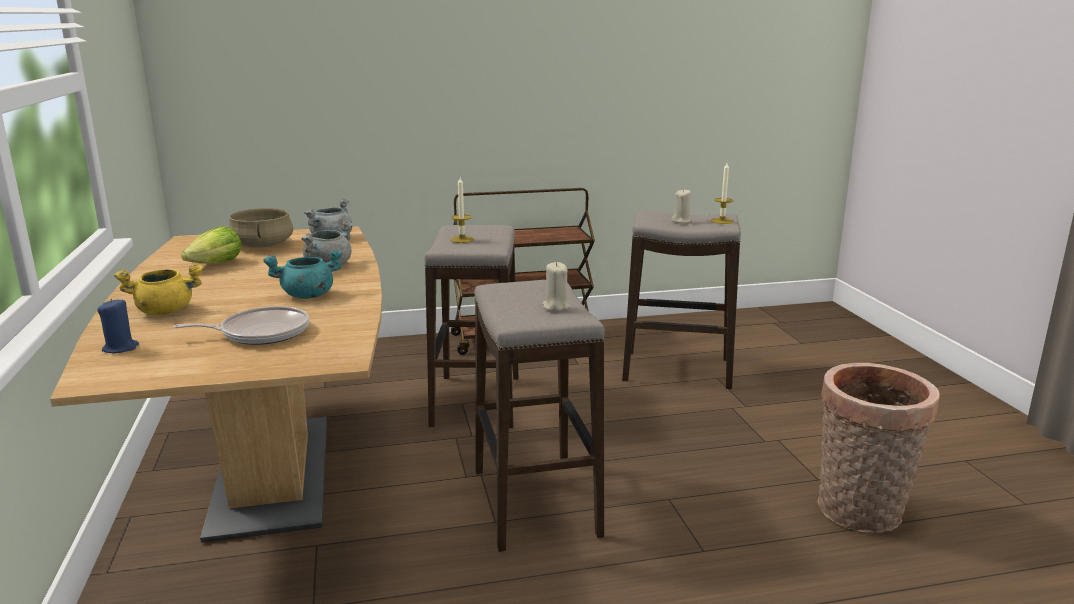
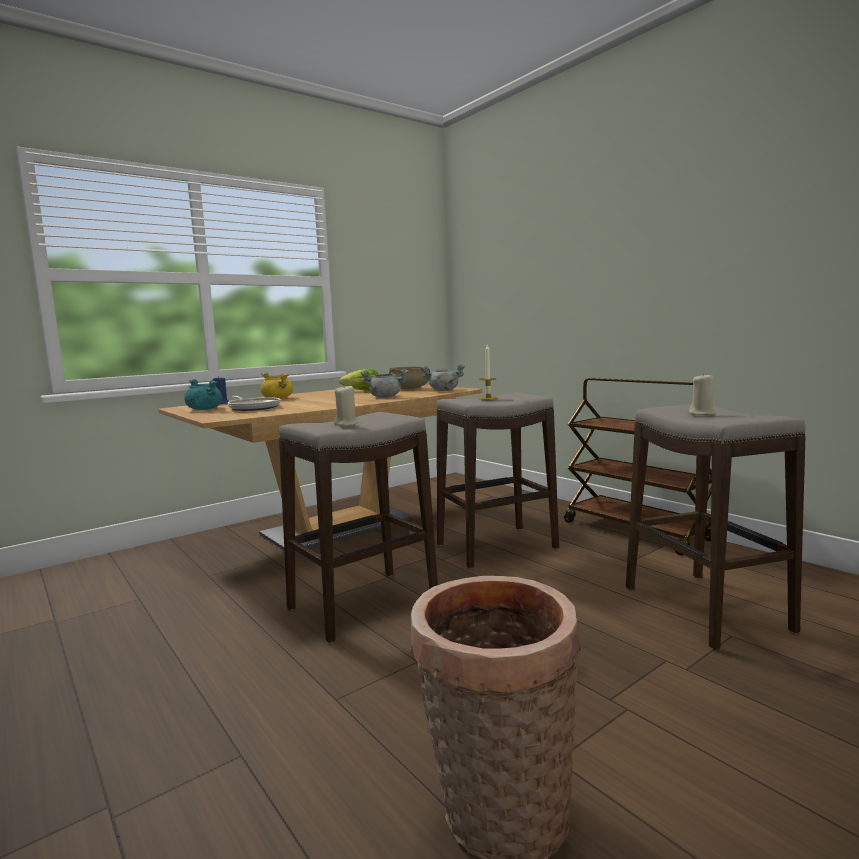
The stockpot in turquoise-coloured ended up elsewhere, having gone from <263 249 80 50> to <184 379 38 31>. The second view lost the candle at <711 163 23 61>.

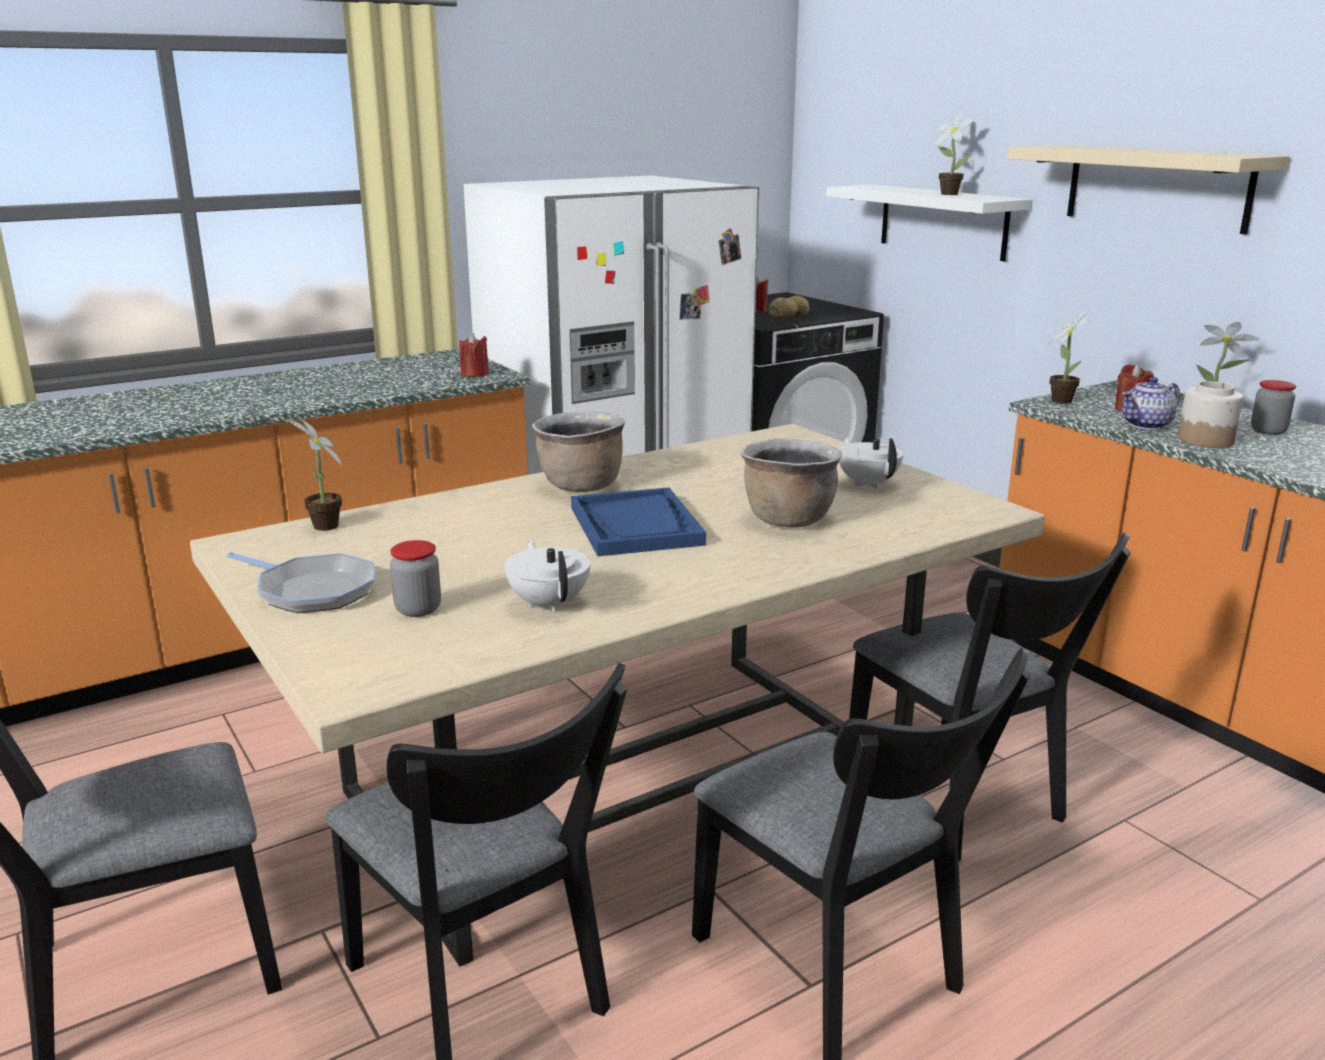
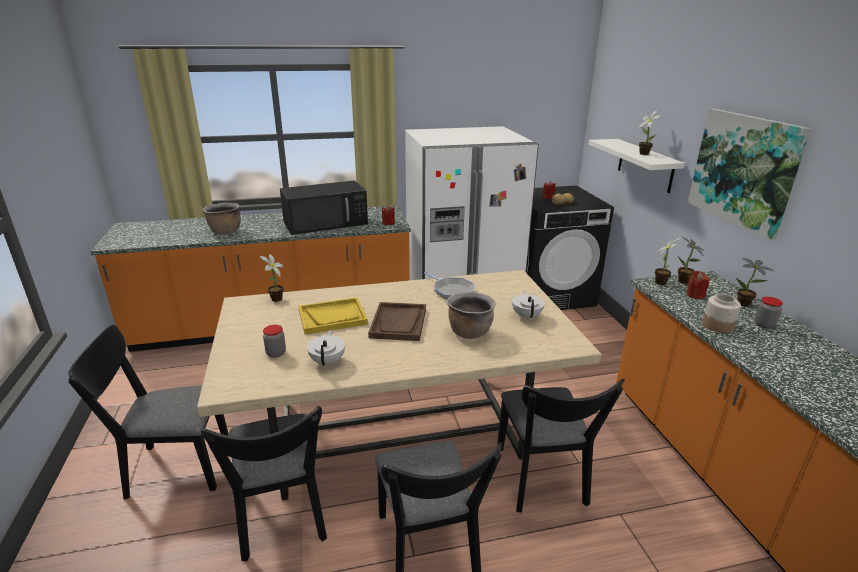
The stockpot in brown-coloured ended up elsewhere, having gone from <532 411 93 81> to <203 203 38 31>. The second view gained the microwave oven in black at <280 180 88 55>. The second view gained the serving tray in yellow-coloured at <298 297 70 38>. What was the serving tray in blue-coloured at <571 488 135 68> turned into the serving tray in brown-coloured at <368 302 58 39>. The pan ended up elsewhere, having gone from <226 552 149 61> to <424 272 50 27>. The second view gained the potted plant at <678 237 26 47>. Where the shelf in sand-coloured hung at <1007 145 283 89>, the picture came to hang at <688 109 123 131>. The second view lost the pot for tea at <1122 377 58 53>.

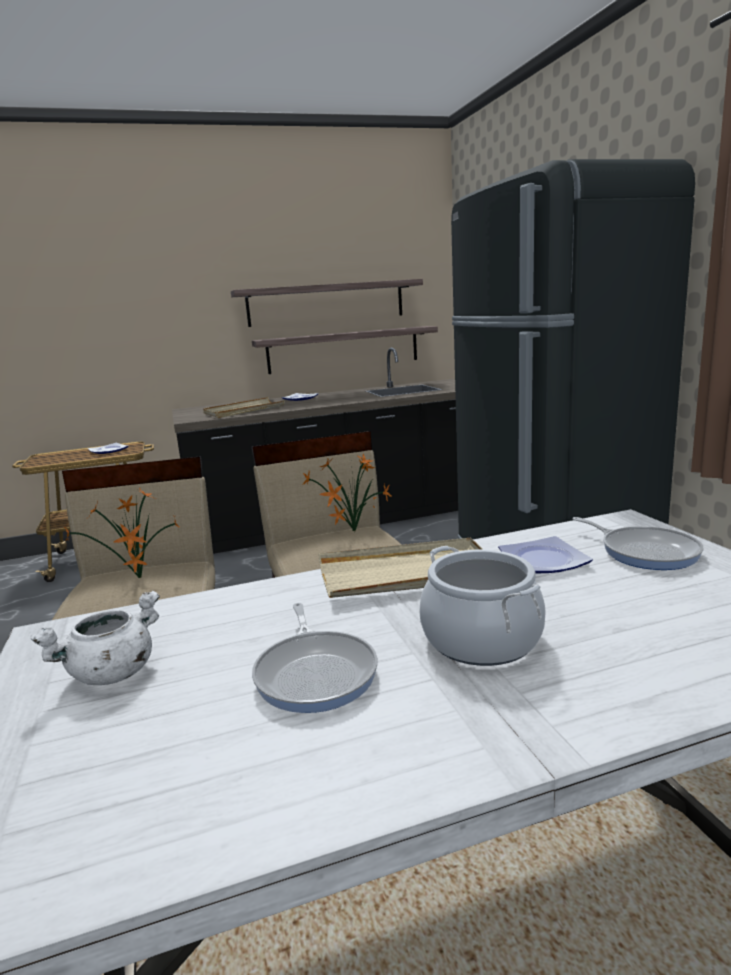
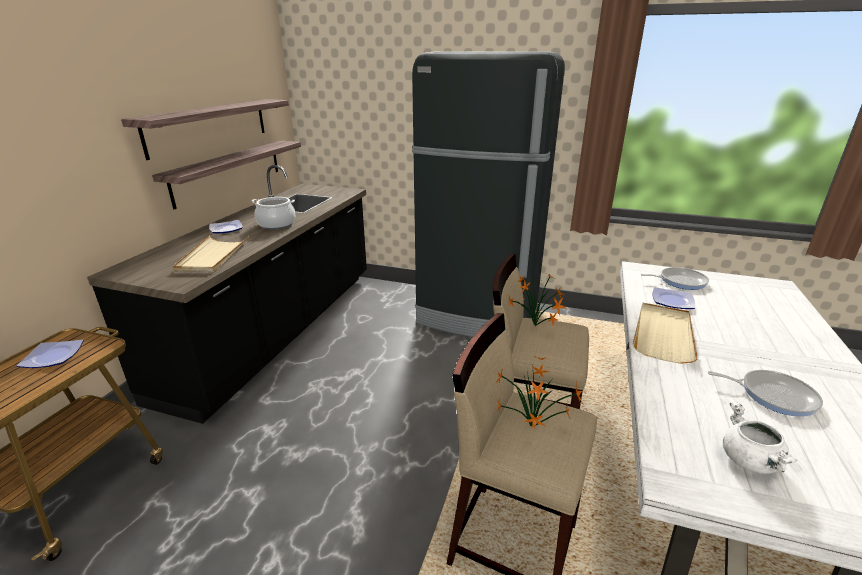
The stockpot ended up elsewhere, having gone from <420 546 126 120> to <252 197 43 32>.

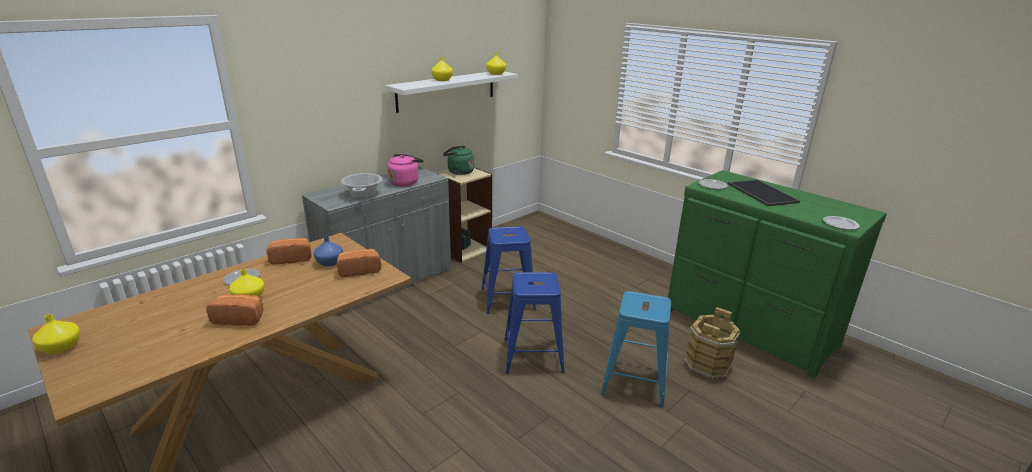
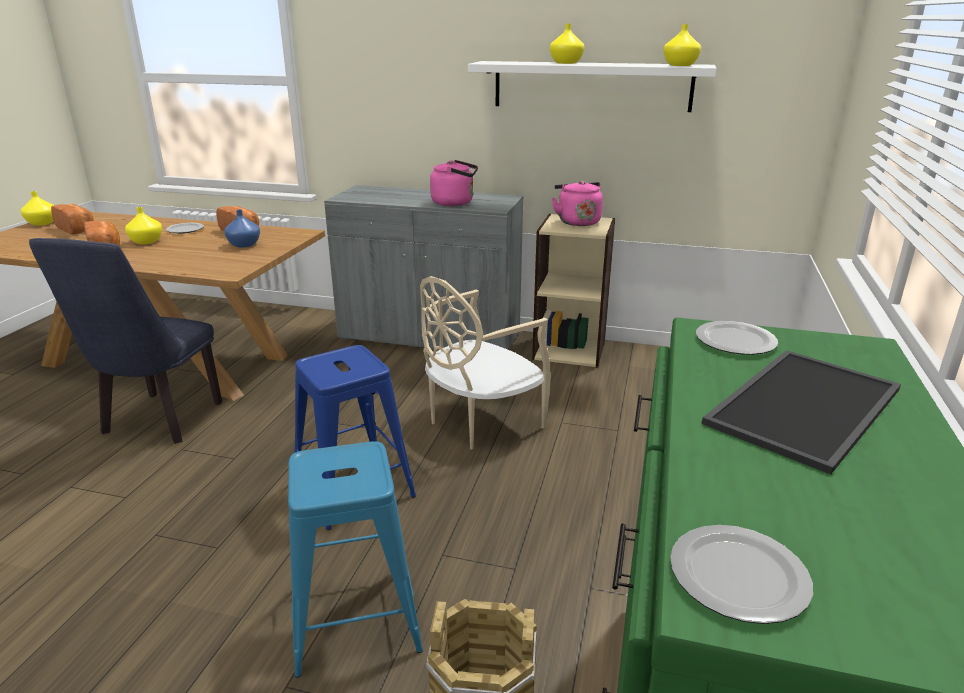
The second view gained the plain chair in blue-coloured at <29 238 193 206>. The bread ended up elsewhere, having gone from <337 249 44 28> to <51 204 43 30>. Where the stool seat in blue-coloured stood at <482 226 54 88>, the plain chair in sand-coloured came to stand at <420 276 131 174>. What was the tea kettle in greenish at <443 146 31 29> turned into the tea kettle in pink at <552 181 51 45>. The second view lost the stockpot at <341 173 41 25>.

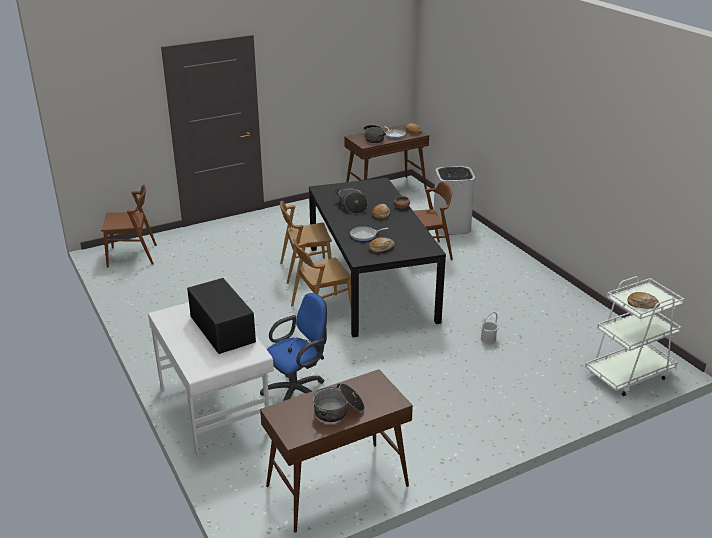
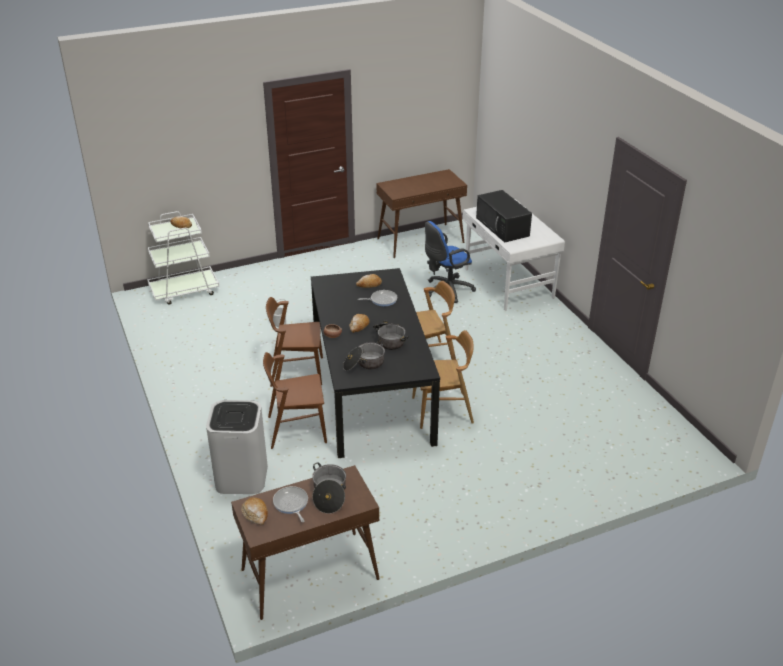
The plain chair in brown-coloured ended up elsewhere, having gone from <101 185 56 83> to <266 297 57 90>. The stockpot ended up elsewhere, having gone from <313 384 52 38> to <343 340 42 31>.

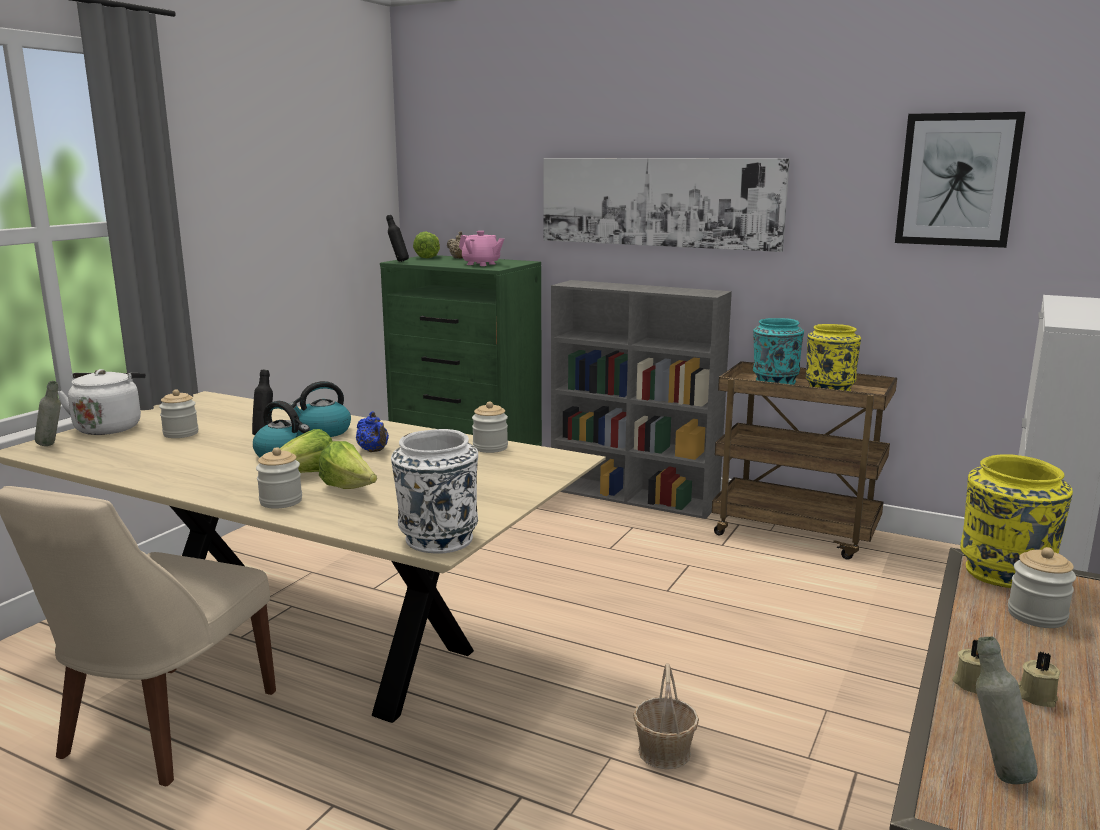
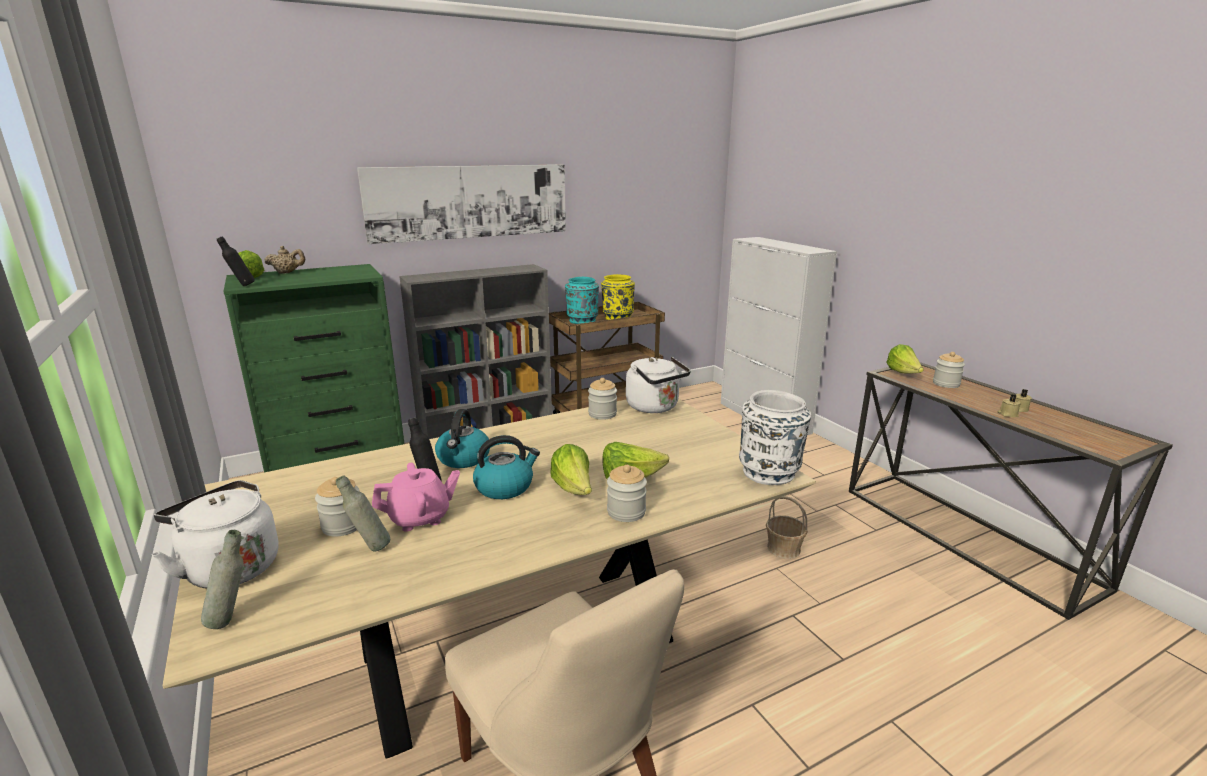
The bottle in grey ended up elsewhere, having gone from <976 636 62 148> to <336 476 54 76>. The pot for tea in pink ended up elsewhere, having gone from <459 231 45 35> to <372 463 88 69>. The second view gained the tea kettle in white-coloured at <626 357 65 56>. Where the vase in yellow-coloured stood at <960 454 113 134>, the lettuce came to stand at <886 344 38 30>. The second view lost the pot for tea in blue-coloured at <356 411 33 41>. The second view lost the picture at <895 112 130 136>.

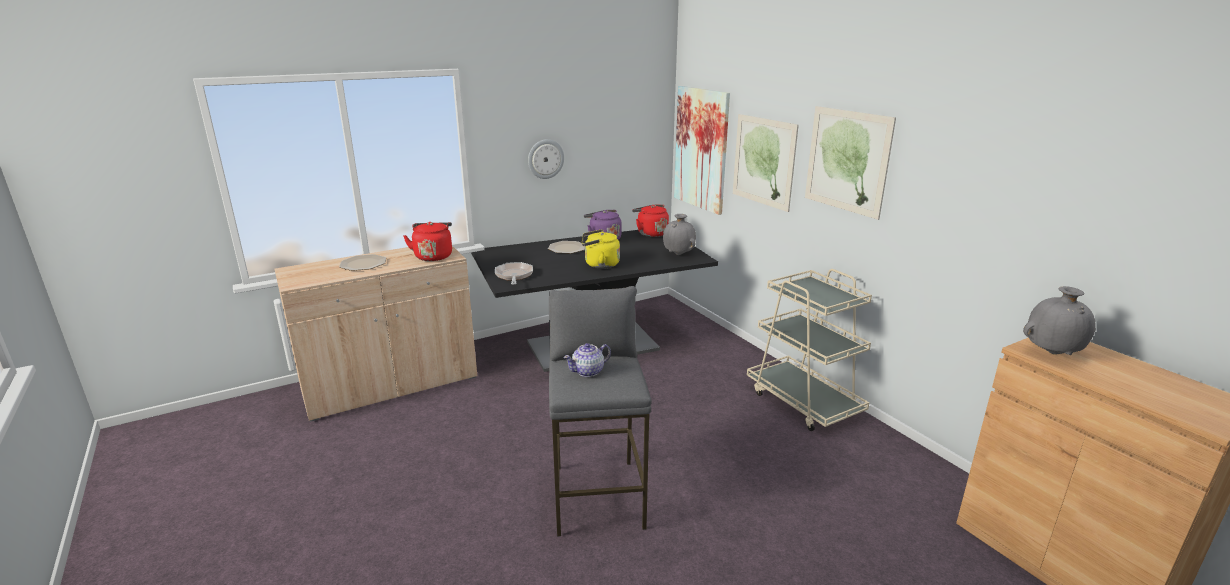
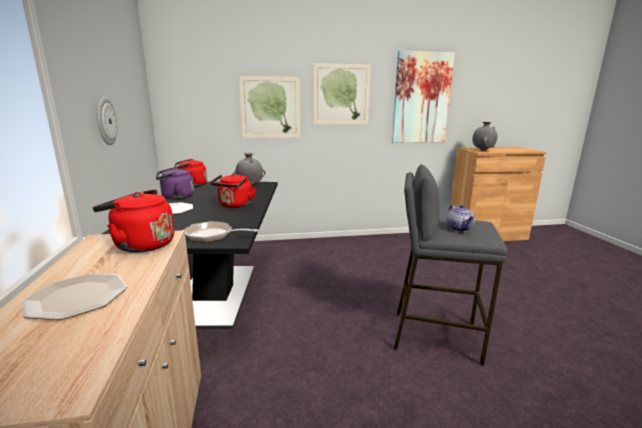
What was the tea kettle in yellow-coloured at <582 229 38 40> turned into the tea kettle in reddish at <211 173 45 35>. The picture ended up elsewhere, having gone from <674 86 56 129> to <392 51 63 92>. The second view lost the cart in sand-coloured at <747 269 125 162>.

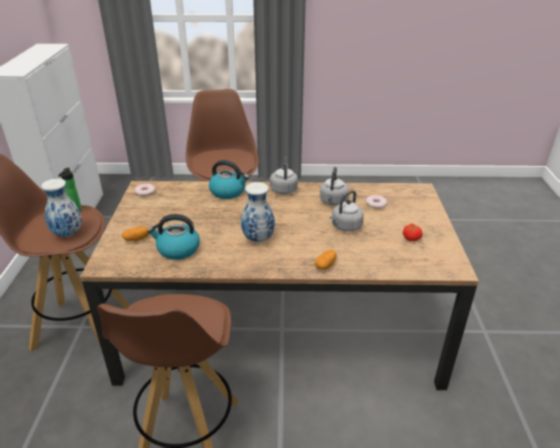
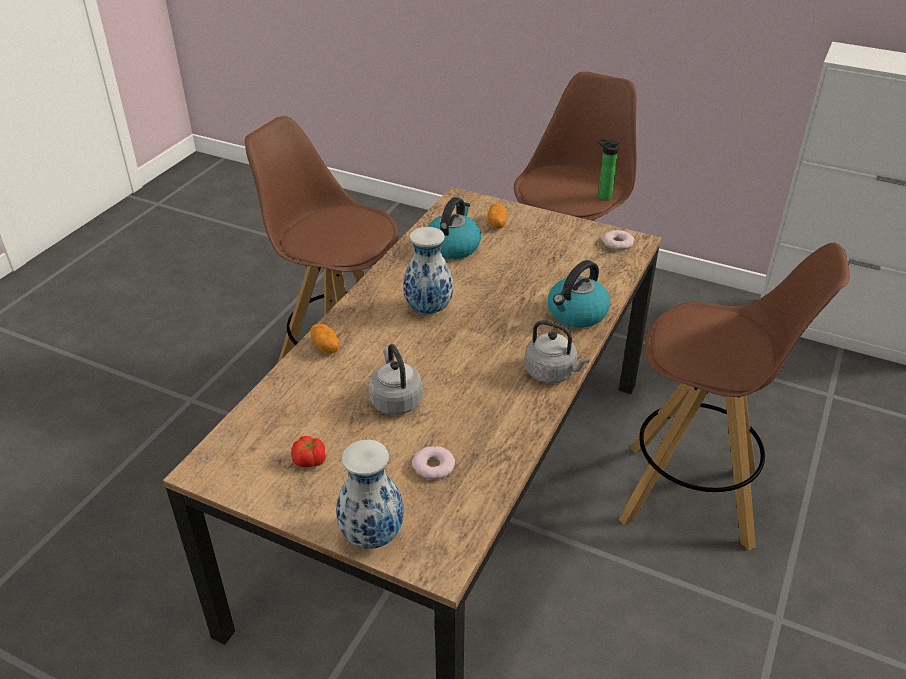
The vase ended up elsewhere, having gone from <41 179 41 58> to <336 440 68 109>. The second view lost the tea kettle in grey at <320 167 29 38>.

